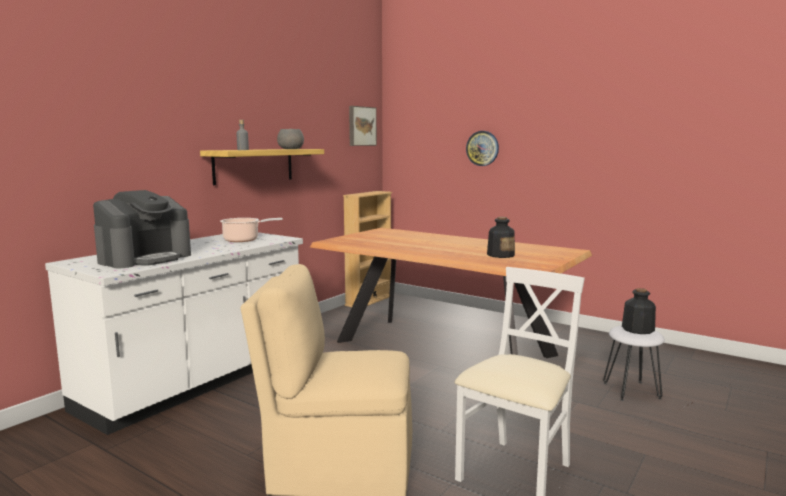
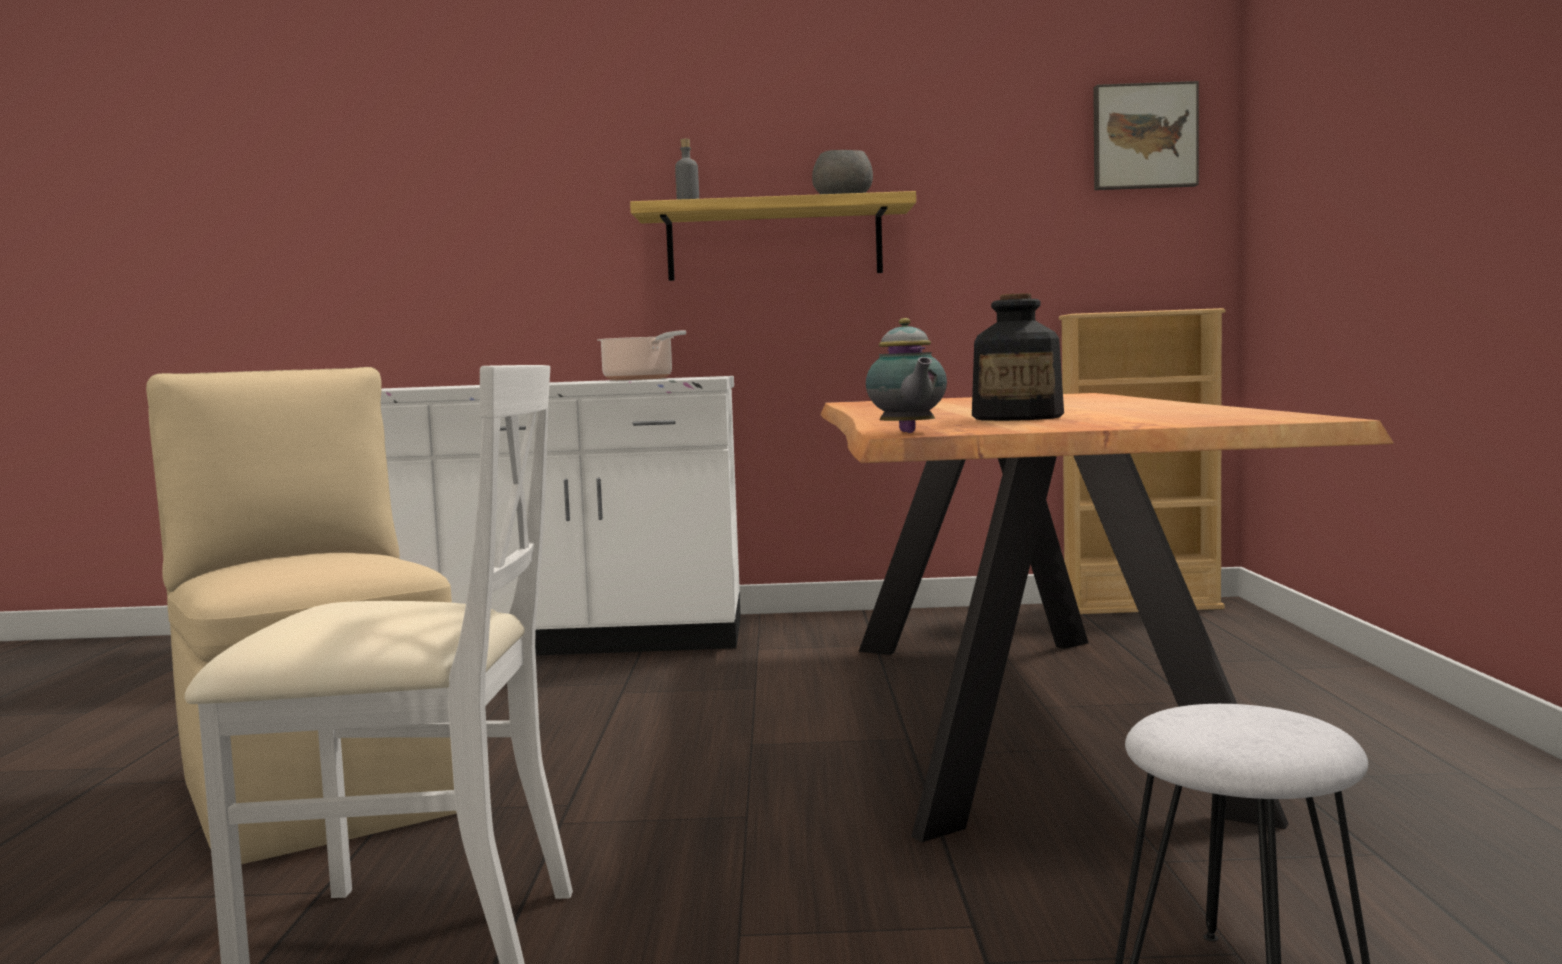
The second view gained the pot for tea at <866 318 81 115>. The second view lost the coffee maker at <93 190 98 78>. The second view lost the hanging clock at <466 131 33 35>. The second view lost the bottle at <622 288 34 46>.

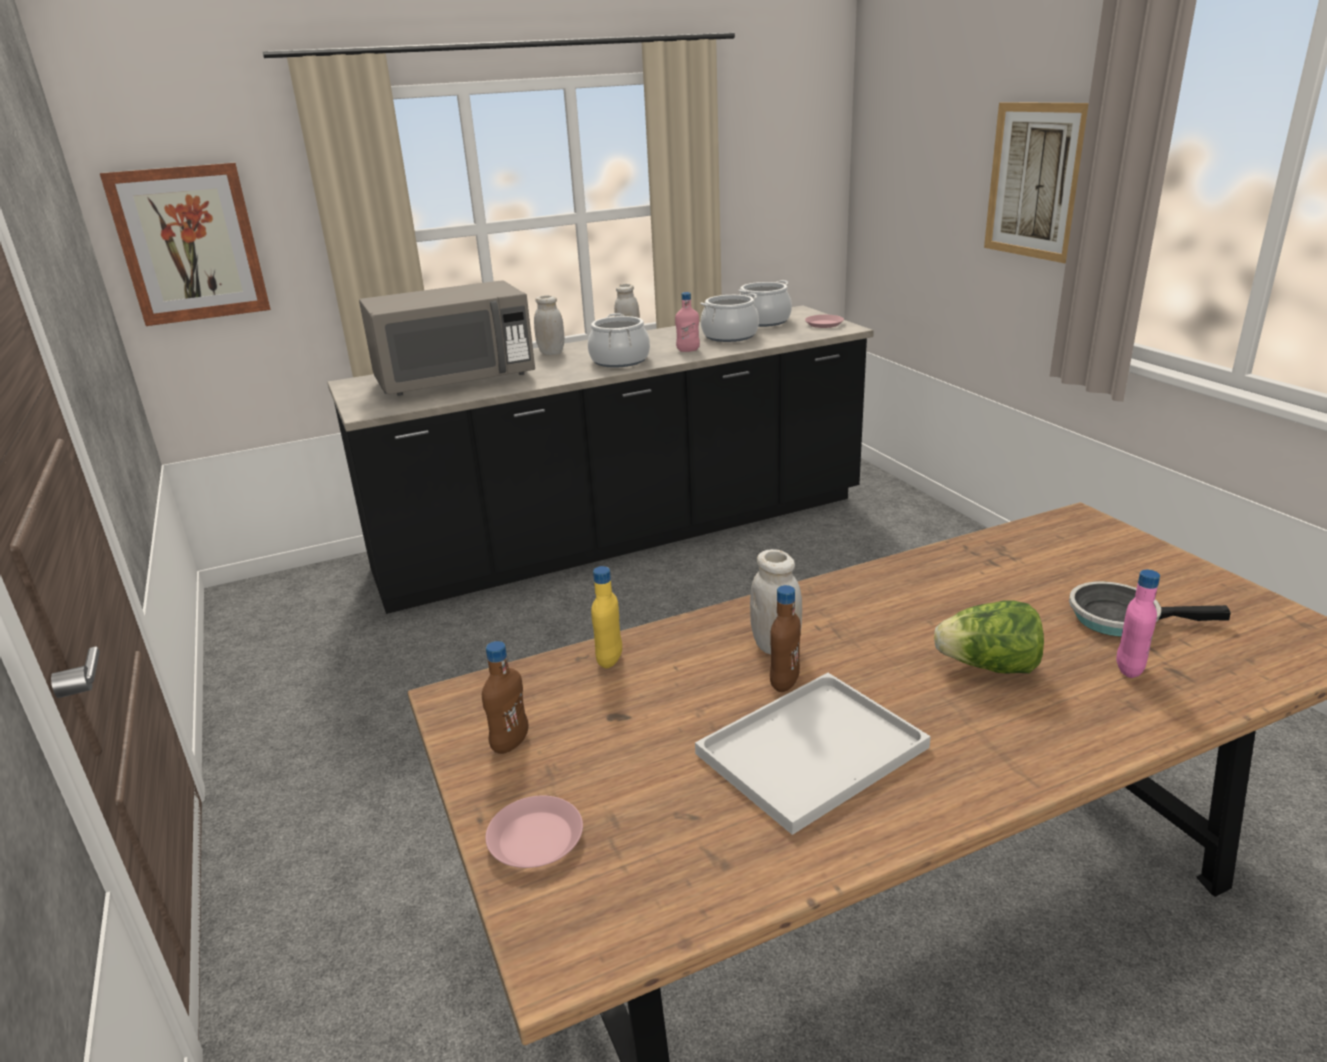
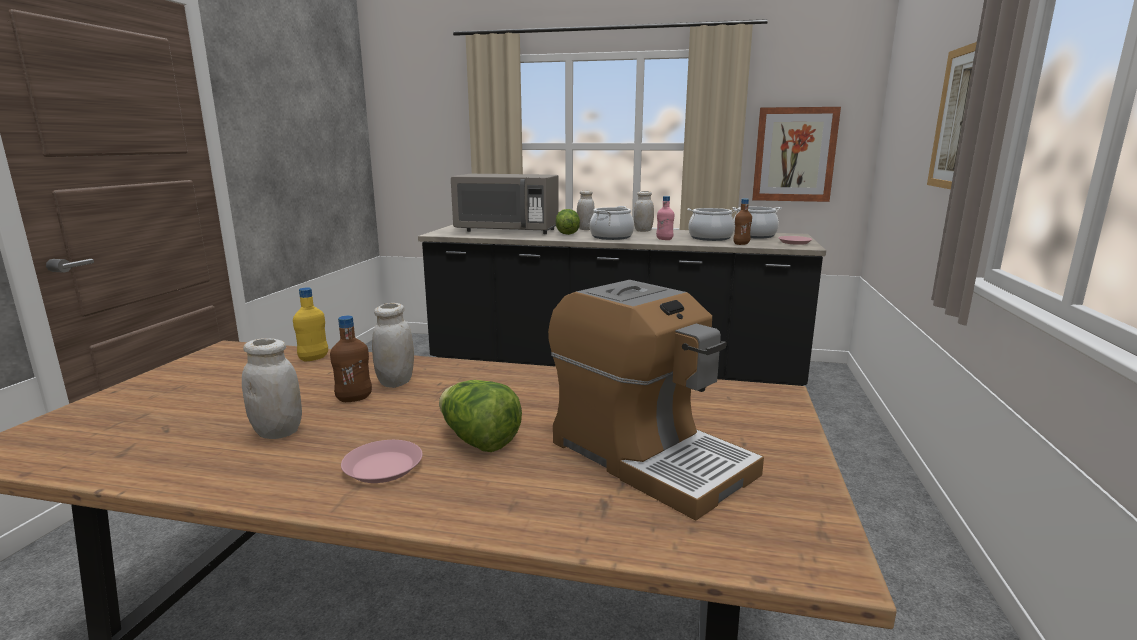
Where the serving tray in white-coloured stood at <695 673 236 162>, the jar in white-coloured came to stand at <242 338 60 101>. The dinner plate in pink ended up elsewhere, having gone from <485 796 98 72> to <341 440 82 43>. Where the pan stood at <1069 581 162 55>, the coffee maker came to stand at <548 280 216 240>. The second view gained the lettuce at <556 209 24 26>. The bottle in brown-coloured ended up elsewhere, having gone from <482 641 47 113> to <733 198 19 47>. The picture ended up elsewhere, having gone from <100 163 171 163> to <752 107 89 95>. The second view lost the bottle in pink at <1116 570 44 108>.

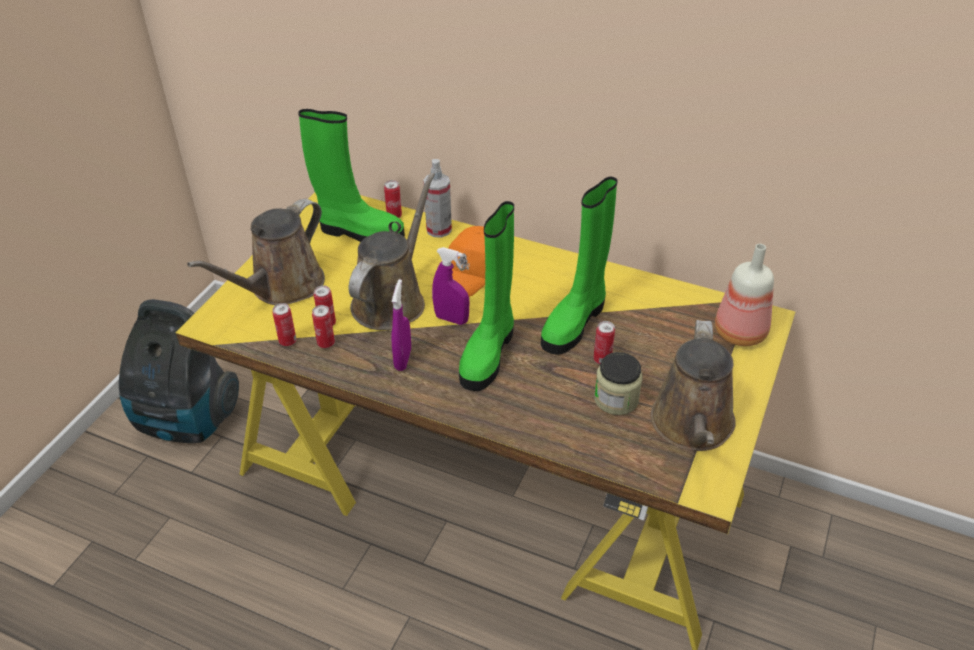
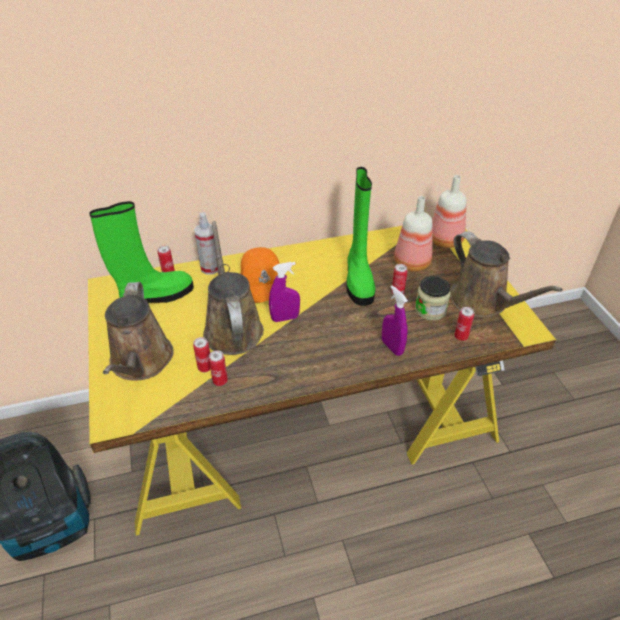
The spray bottle in purple-coloured ended up elsewhere, having gone from <391 279 20 92> to <382 285 26 71>. The second view gained the bottle at <394 196 38 76>. The metal can ended up elsewhere, having gone from <273 303 24 43> to <454 307 20 34>. The second view lost the boot in greenish at <459 201 55 190>.

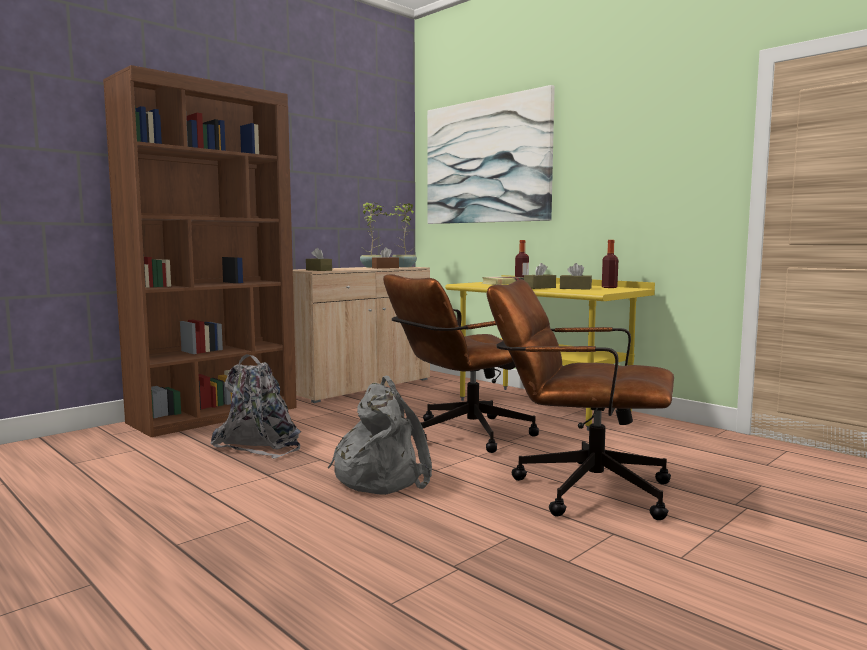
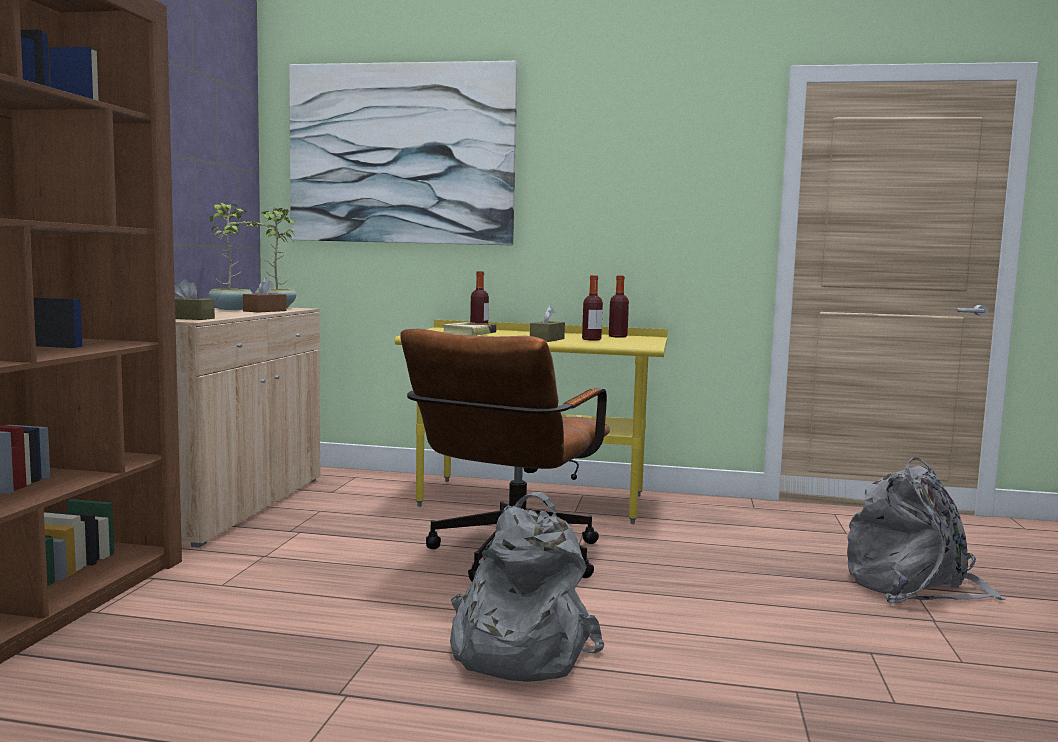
Where the box of tissues in brown-coloured stood at <560 263 32 27>, the bottle came to stand at <582 275 21 66>. The knapsack in grey ended up elsewhere, having gone from <210 354 91 105> to <847 457 159 146>. The second view lost the computer chair in brown-coloured at <487 279 187 241>.

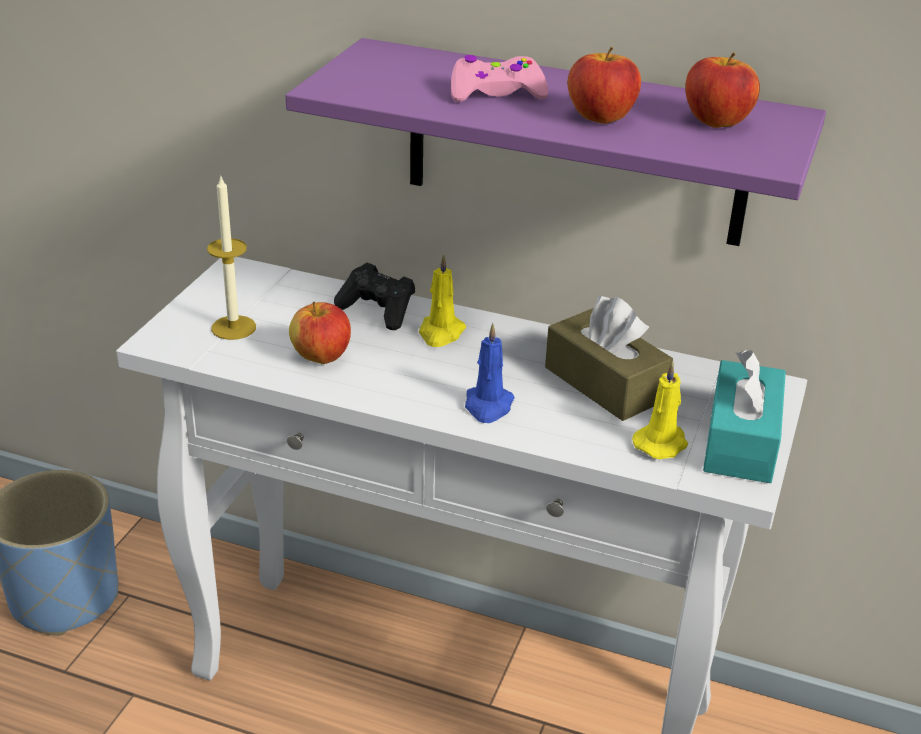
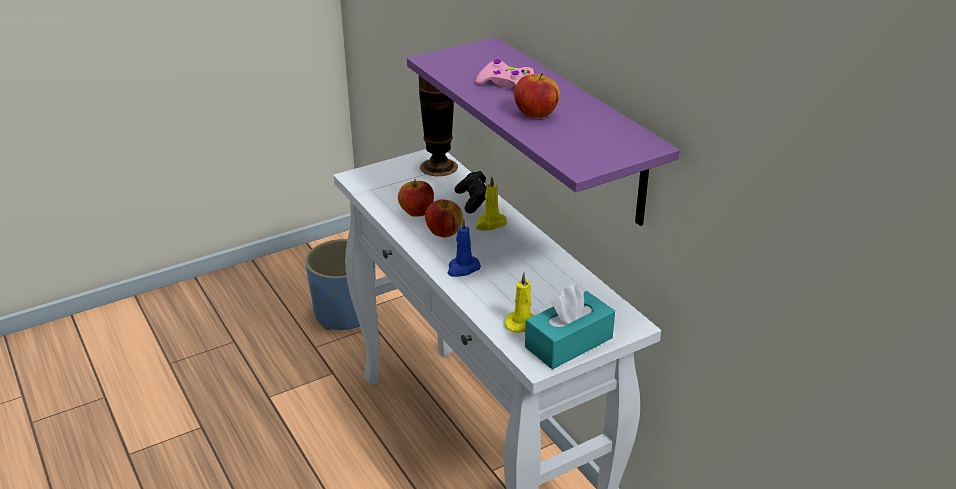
The second view gained the vase at <419 76 39 100>. The apple fruit ended up elsewhere, having gone from <685 52 75 76> to <425 199 38 39>. The second view lost the candle at <207 174 49 166>. The second view lost the box of tissues in brown-coloured at <545 296 128 125>.

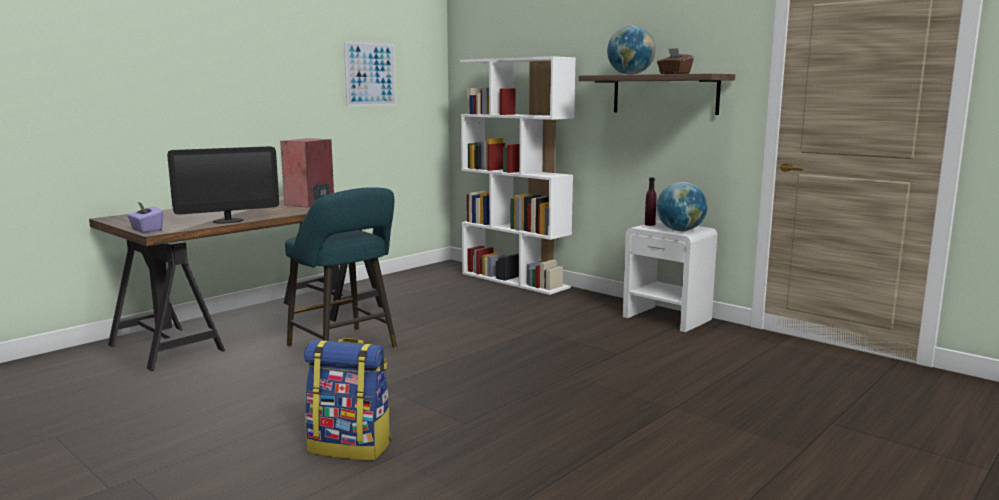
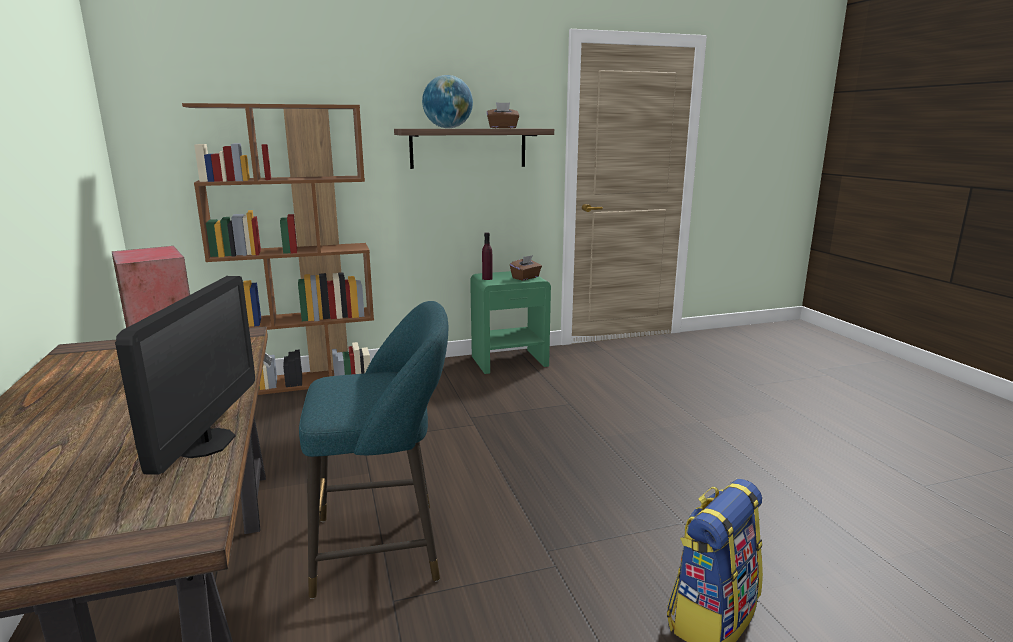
What was the shelving unit in white-coloured at <460 56 116 239> turned into the shelving unit in brown-coloured at <182 103 192 292>. What was the bedside table in white-coloured at <623 221 94 111> turned into the bedside table in greenish at <470 271 81 103>. Where the world globe stood at <657 182 51 49>, the box of tissues in brown-coloured came to stand at <510 255 32 26>. The second view lost the box of tissues in purple-coloured at <127 201 36 32>. The second view lost the picture at <344 41 52 65>.

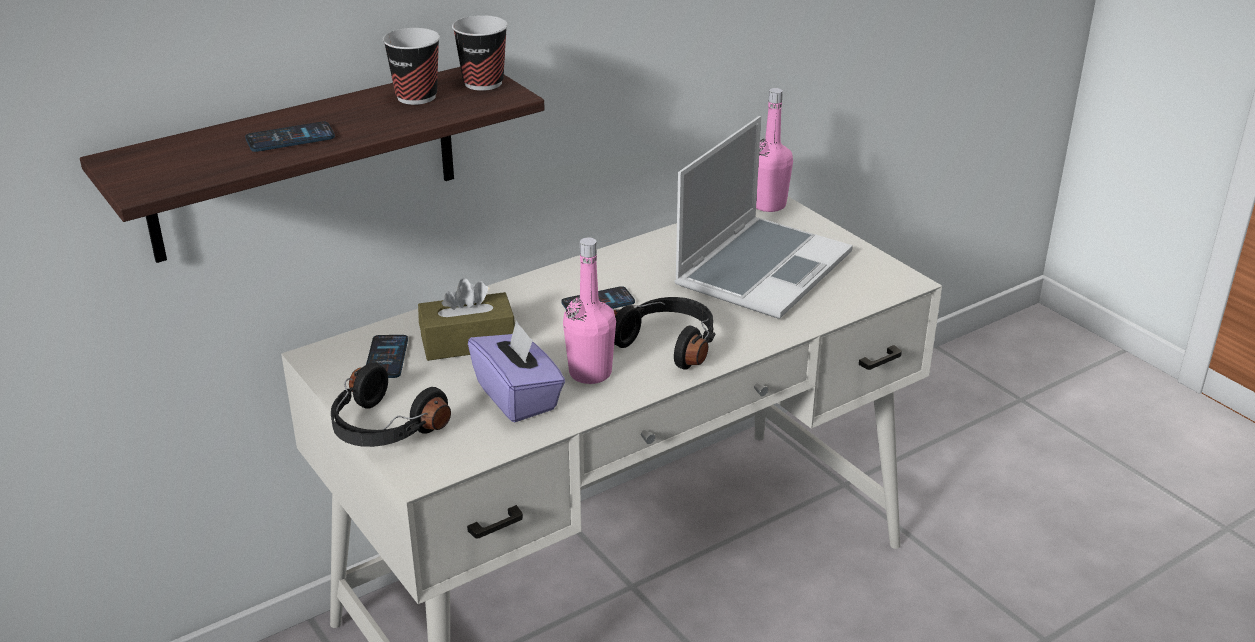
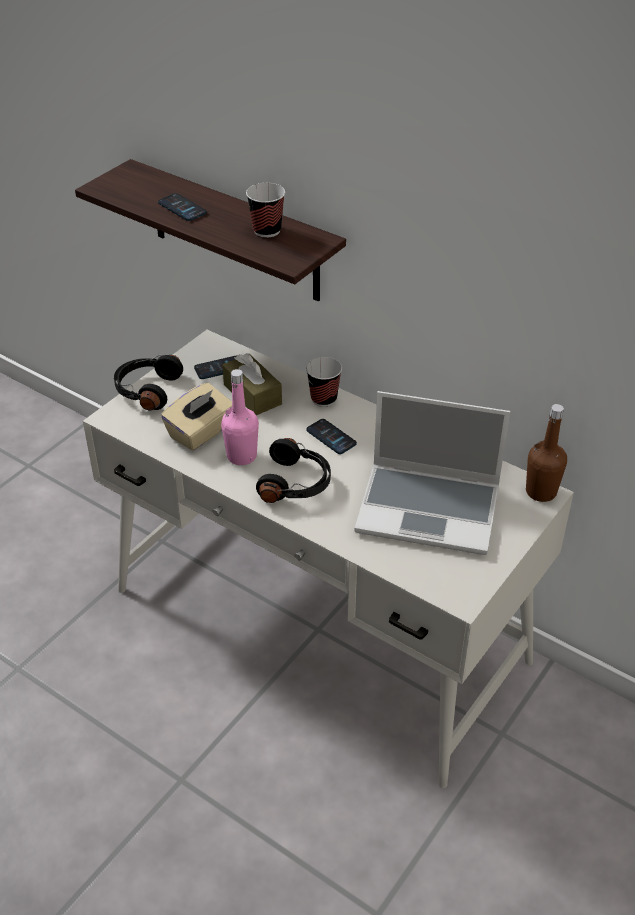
What was the box of tissues in purple-coloured at <468 320 97 102> turned into the box of tissues in sand-coloured at <161 383 71 68>. The cup ended up elsewhere, having gone from <452 15 56 76> to <306 357 36 50>. What was the bottle in pink at <756 88 37 124> turned into the bottle in brown-coloured at <526 404 41 98>.

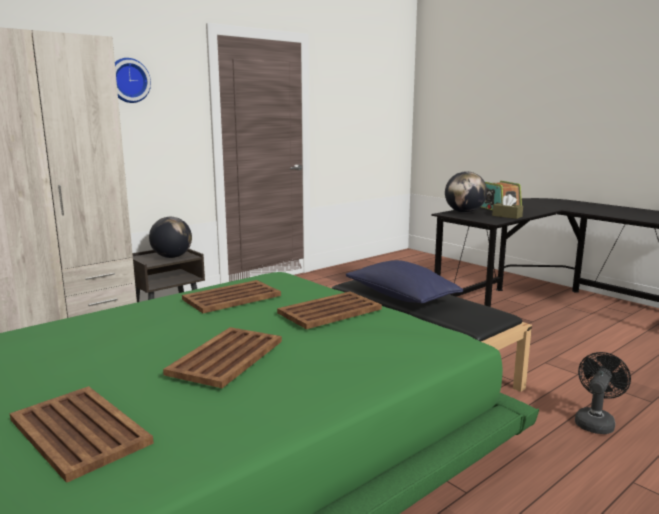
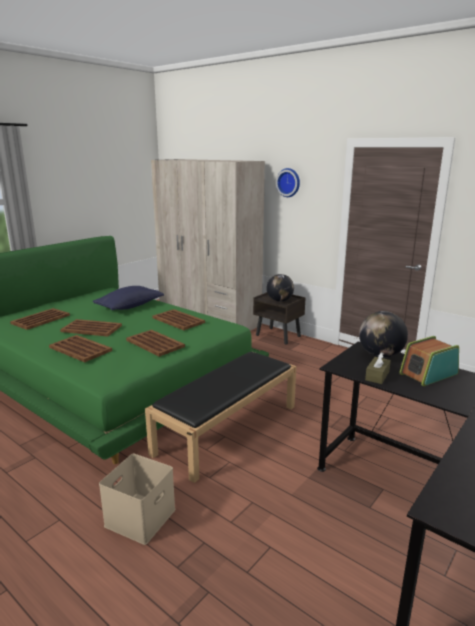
The second view gained the serving tray in brown-coloured at <49 335 63 27>. The pillow in blue-coloured ended up elsewhere, having gone from <345 260 118 44> to <93 286 71 24>. Where the fan in black stood at <575 352 56 82>, the storage bin in sand-coloured came to stand at <99 453 77 92>.

